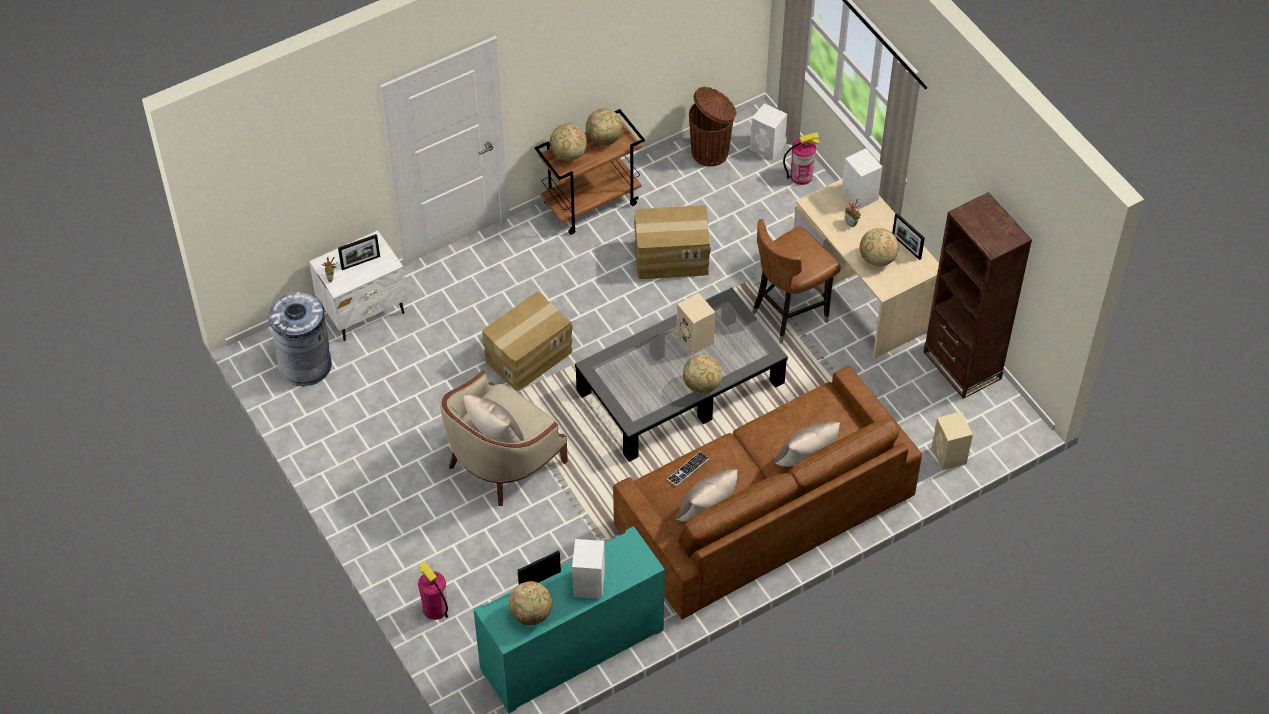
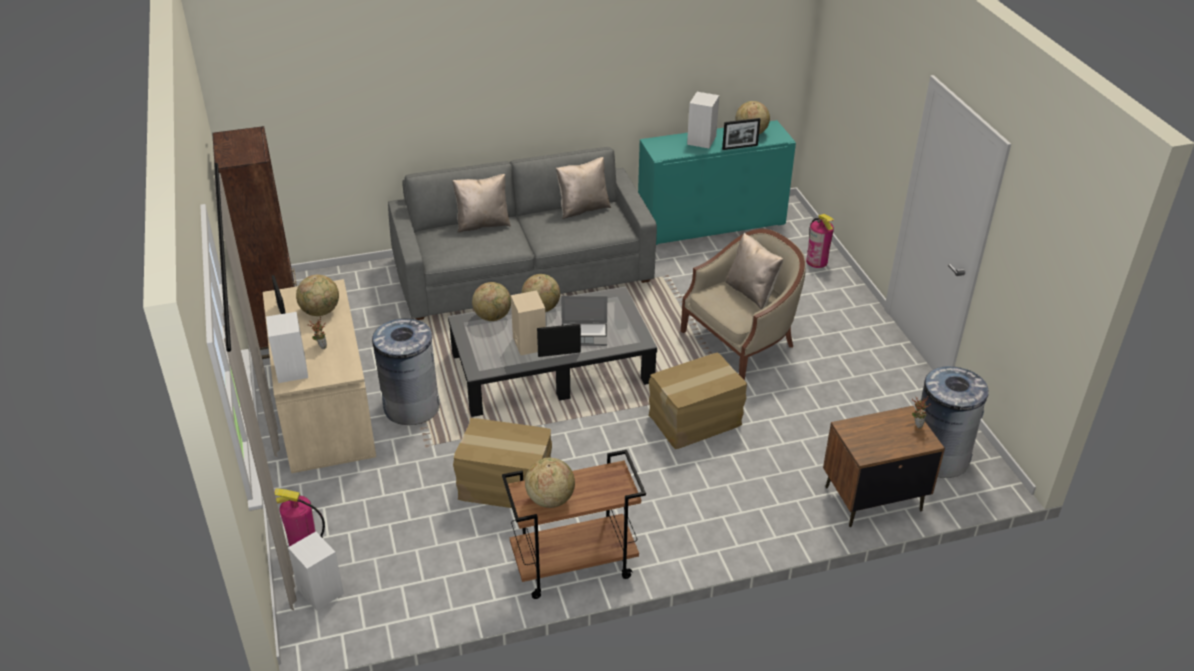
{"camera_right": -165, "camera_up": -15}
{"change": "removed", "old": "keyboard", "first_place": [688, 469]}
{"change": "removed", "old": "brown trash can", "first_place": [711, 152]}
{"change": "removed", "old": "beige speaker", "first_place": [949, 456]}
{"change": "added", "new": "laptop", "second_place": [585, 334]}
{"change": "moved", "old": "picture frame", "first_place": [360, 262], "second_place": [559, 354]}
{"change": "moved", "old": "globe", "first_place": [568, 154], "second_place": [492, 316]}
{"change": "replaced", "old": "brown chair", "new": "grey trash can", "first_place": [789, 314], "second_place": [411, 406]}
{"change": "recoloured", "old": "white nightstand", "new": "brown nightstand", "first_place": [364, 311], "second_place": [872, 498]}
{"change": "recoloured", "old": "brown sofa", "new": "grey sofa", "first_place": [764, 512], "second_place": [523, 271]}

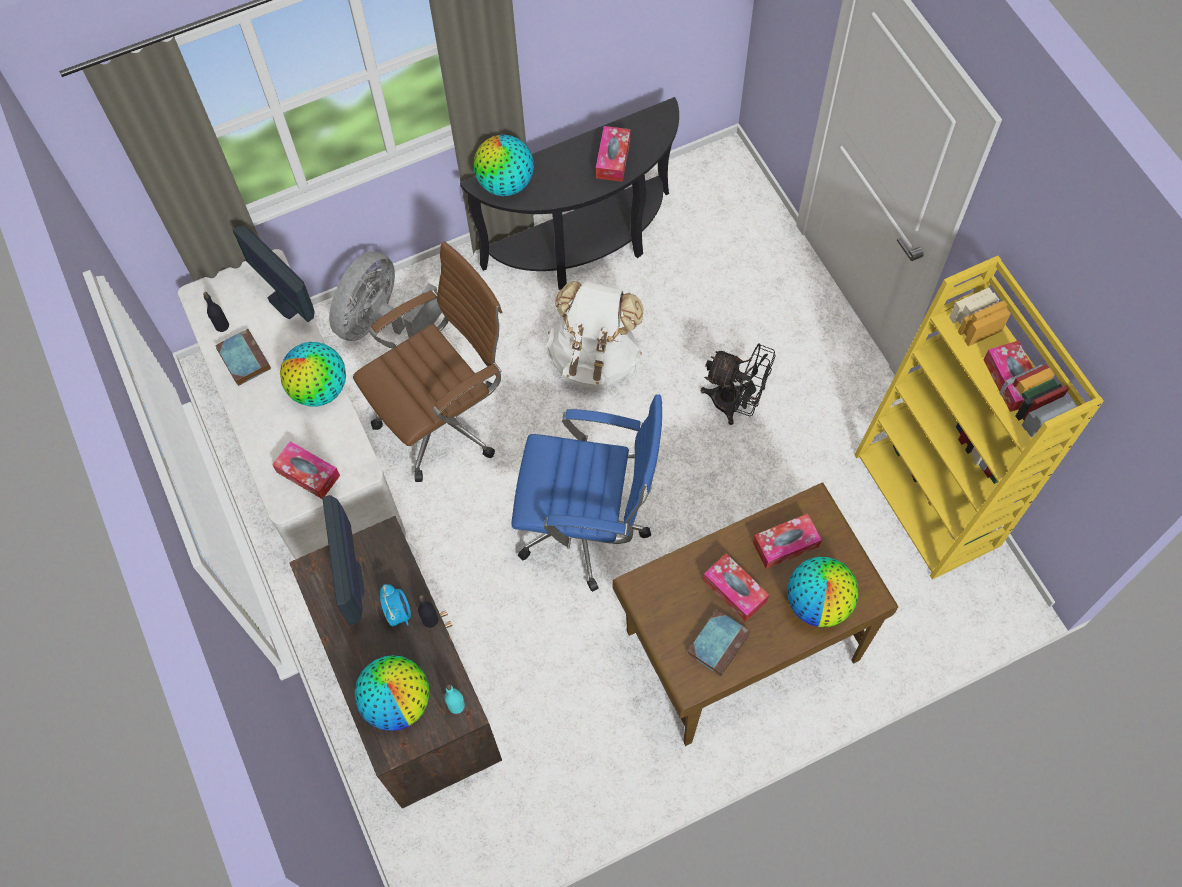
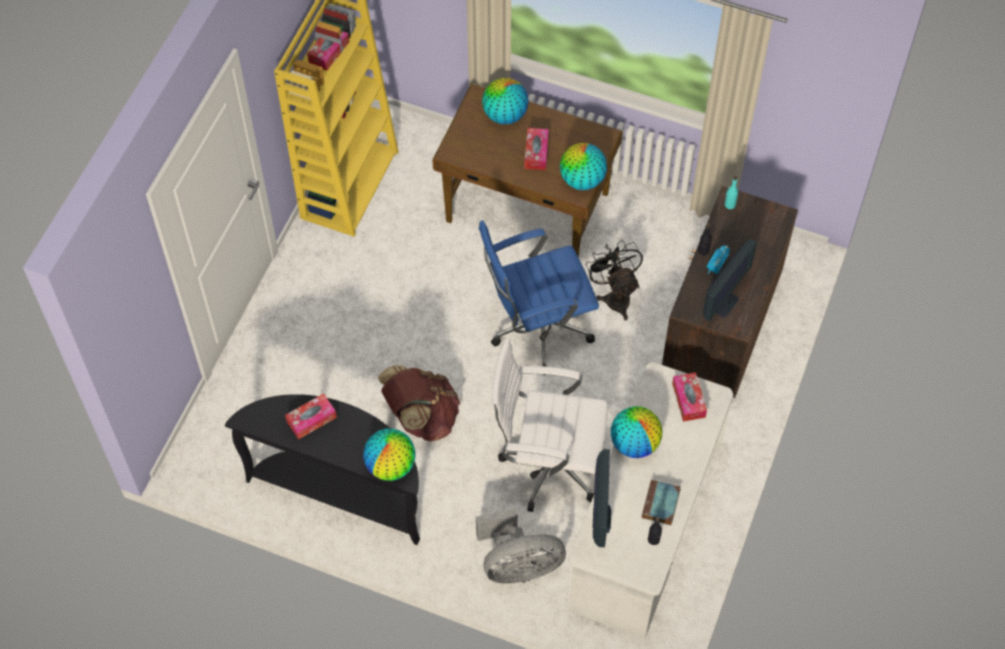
{"camera_right": -135, "camera_up": -5}
{"change": "removed", "old": "book", "first_place": [718, 642]}
{"change": "removed", "old": "tissue box", "first_place": [785, 544]}
{"change": "moved", "old": "globe", "first_place": [397, 701], "second_place": [582, 180]}
{"change": "moved", "old": "black fan", "first_place": [735, 403], "second_place": [615, 296]}
{"change": "recoloured", "old": "brown office chair", "new": "white office chair", "first_place": [445, 420], "second_place": [547, 465]}
{"change": "recoloured", "old": "white backpack", "new": "brown backpack", "first_place": [595, 359], "second_place": [421, 417]}
{"change": "turned", "old": "blue office chair", "first_place": [589, 528], "second_place": [536, 330], "degrees": -75}

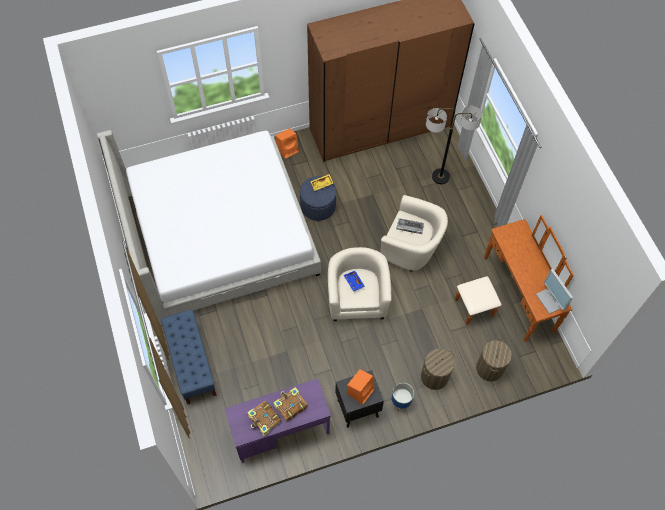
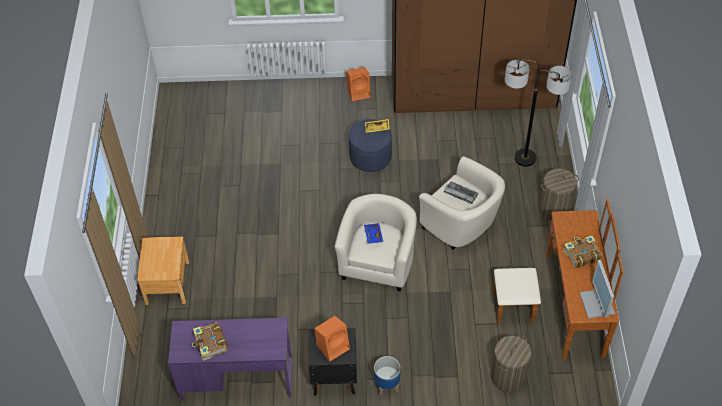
{"camera_right": 20, "camera_up": -10}
{"change": "removed", "old": "bed", "first_place": [218, 234]}
{"change": "moved", "old": "book", "first_place": [290, 406], "second_place": [581, 255]}
{"change": "moved", "old": "laundry basket", "first_place": [434, 376], "second_place": [554, 209]}
{"change": "replaced", "old": "blue bench", "new": "brown nightstand", "first_place": [191, 363], "second_place": [167, 282]}

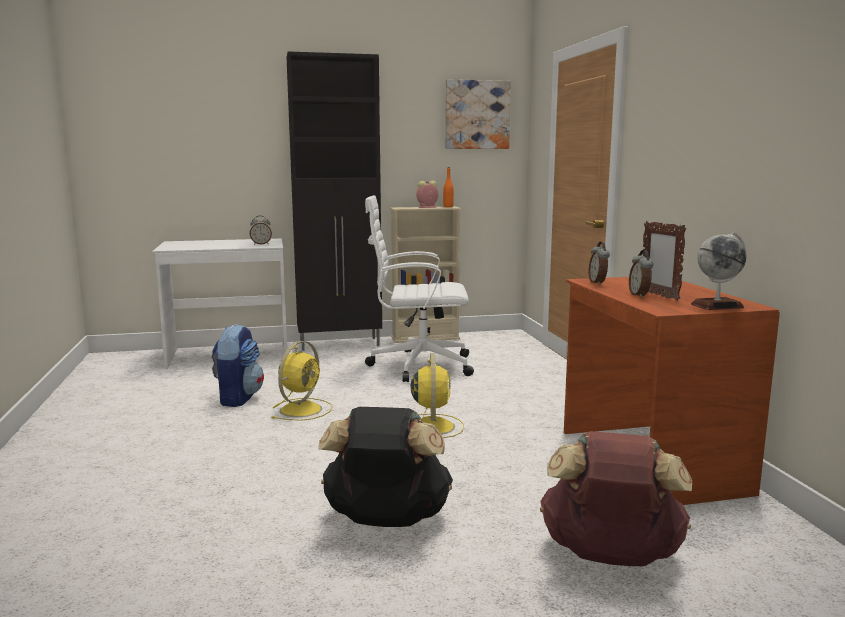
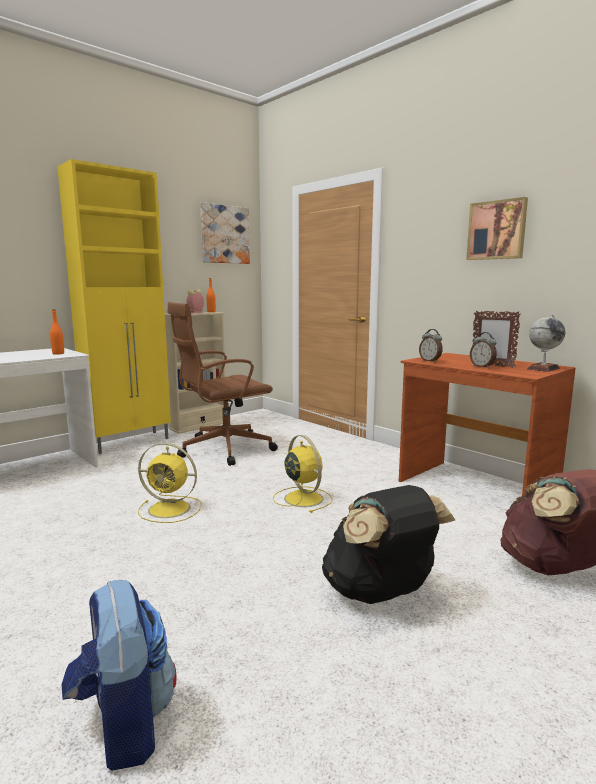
{"camera_right": -30, "camera_up": 0}
{"change": "added", "new": "picture", "second_place": [497, 230]}
{"change": "moved", "old": "backpack", "first_place": [238, 398], "second_place": [123, 724]}
{"change": "replaced", "old": "alarm clock", "new": "orange bottle", "first_place": [261, 244], "second_place": [58, 353]}
{"change": "recoloured", "old": "black cabinet", "new": "yellow cabinet", "first_place": [340, 344], "second_place": [130, 442]}
{"change": "recoloured", "old": "white office chair", "new": "brown office chair", "first_place": [418, 365], "second_place": [223, 449]}
{"change": "turned", "old": "yellow fan", "first_place": [302, 409], "second_place": [171, 509], "degrees": 105}

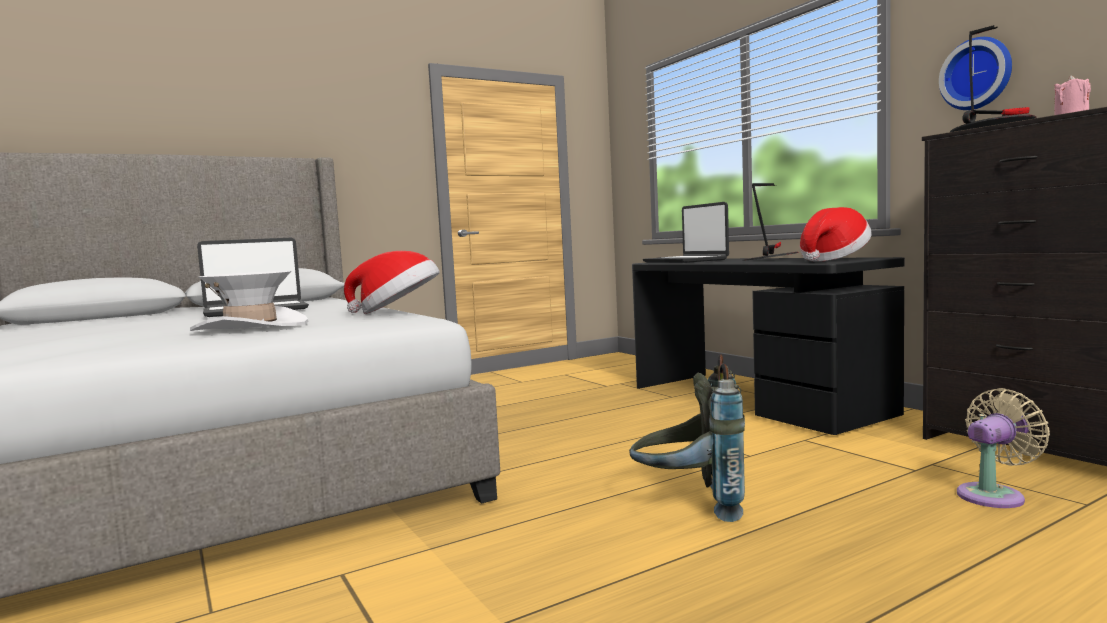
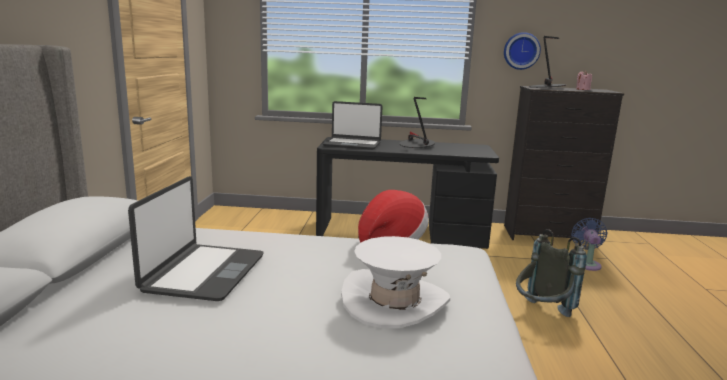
{"camera_right": -55, "camera_up": 10}
{"change": "removed", "old": "hat", "first_place": [833, 260]}
{"change": "recoloured", "old": "beige fan", "new": "blue fan", "first_place": [994, 495], "second_place": [586, 264]}

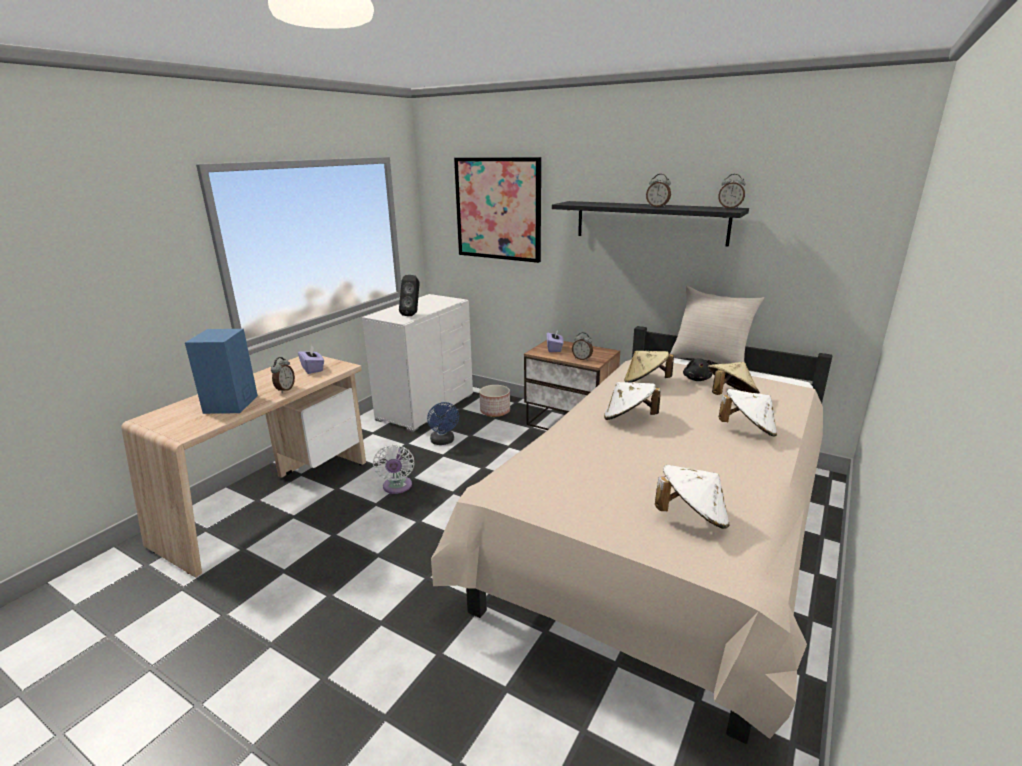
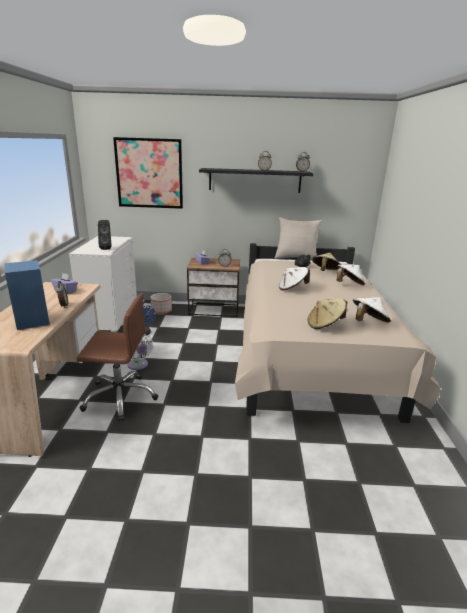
{"camera_right": -30, "camera_up": 0}
{"change": "added", "new": "brown office chair", "second_place": [120, 397]}
{"change": "moved", "old": "beige hat", "first_place": [645, 382], "second_place": [325, 325]}

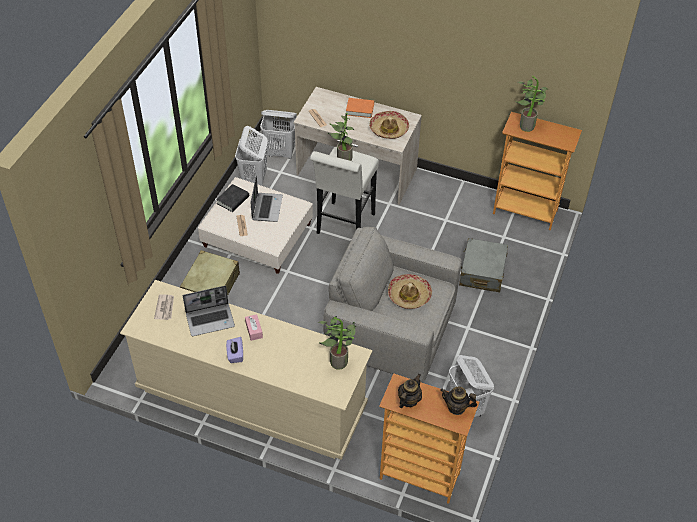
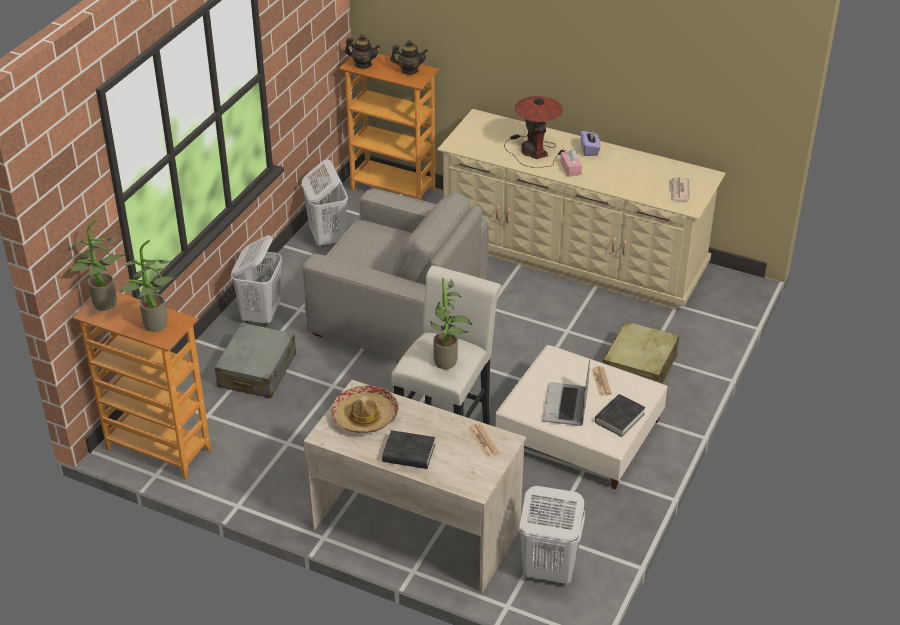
{"camera_right": -175, "camera_up": -10}
{"change": "removed", "old": "laptop", "first_place": [210, 320]}
{"change": "removed", "old": "hat", "first_place": [409, 295]}
{"change": "added", "new": "table lamp", "second_place": [534, 150]}
{"change": "moved", "old": "white laundry basket", "first_place": [254, 180], "second_place": [261, 314]}
{"change": "moved", "old": "potted plant", "first_place": [339, 360], "second_place": [103, 306]}
{"change": "recoloured", "old": "orange book", "new": "black book", "first_place": [360, 109], "second_place": [409, 453]}
{"change": "turned", "old": "teapot", "first_place": [408, 400], "second_place": [409, 70], "degrees": -120}

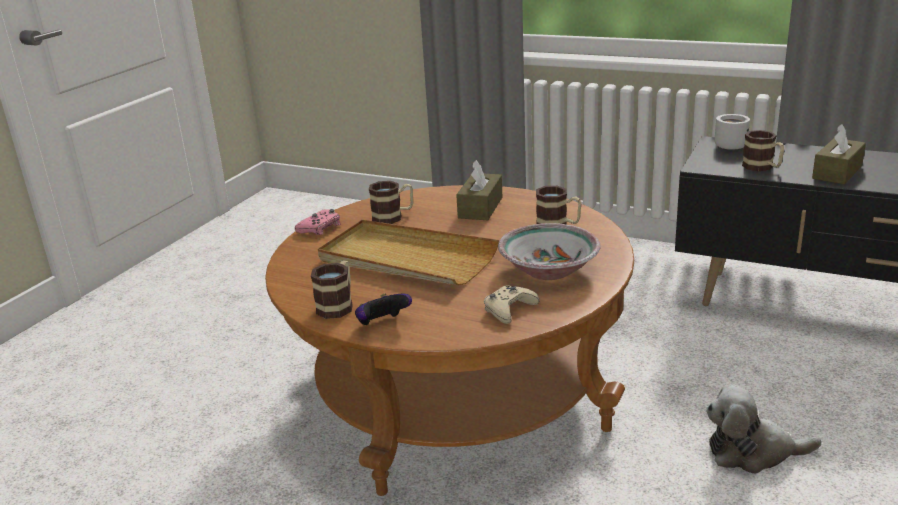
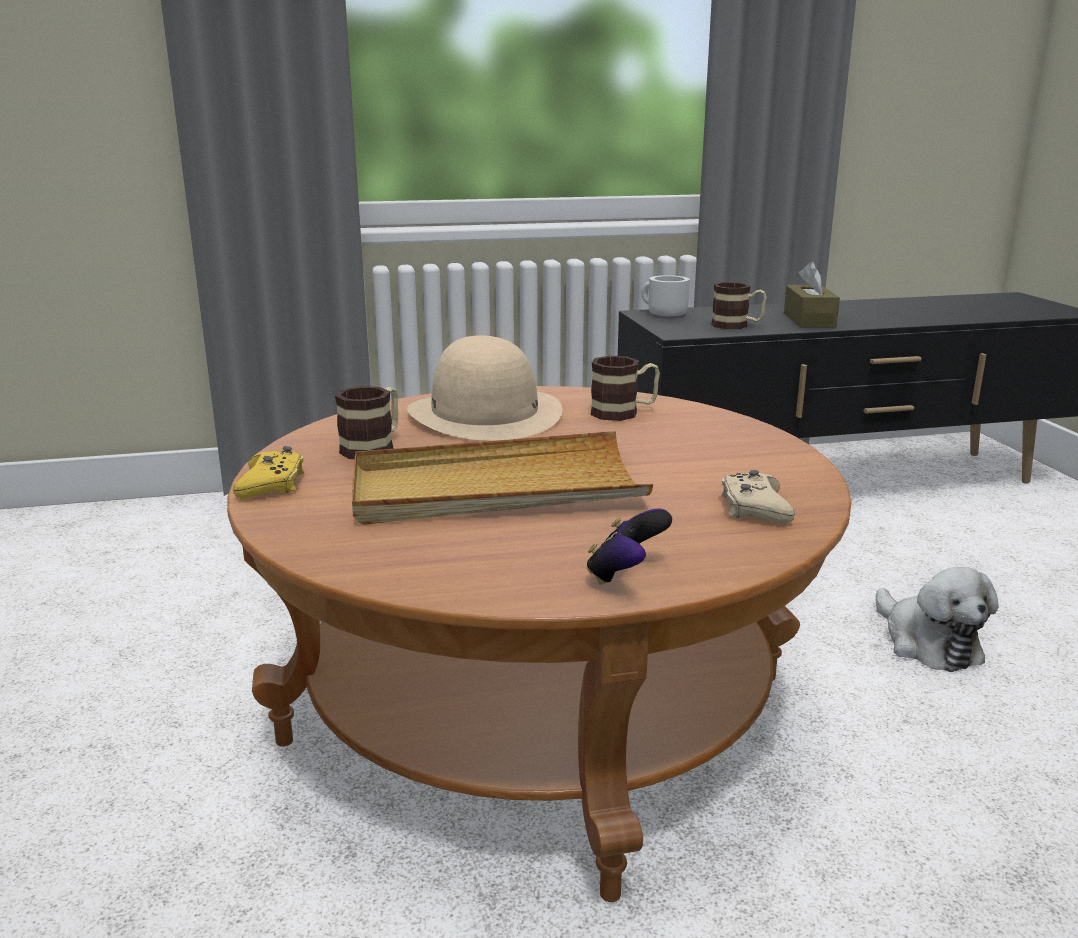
{"camera_right": -40, "camera_up": -5}
{"change": "removed", "old": "mug", "first_place": [338, 305]}
{"change": "removed", "old": "bowl", "first_place": [547, 269]}
{"change": "replaced", "old": "brown tissue box", "new": "beige hat", "first_place": [480, 208], "second_place": [485, 414]}
{"change": "recoloured", "old": "pink game controller", "new": "yellow game controller", "first_place": [320, 228], "second_place": [272, 484]}
{"change": "turned", "old": "plush toy", "first_place": [752, 452], "second_place": [927, 643], "degrees": -75}

